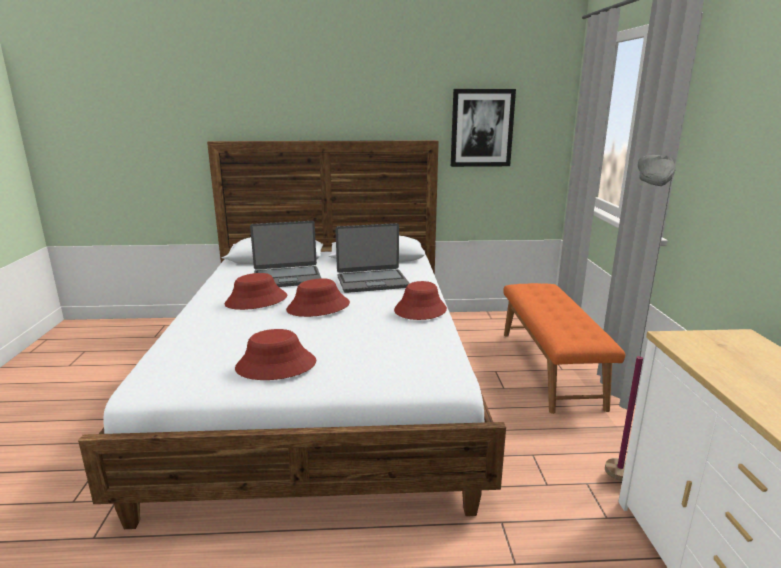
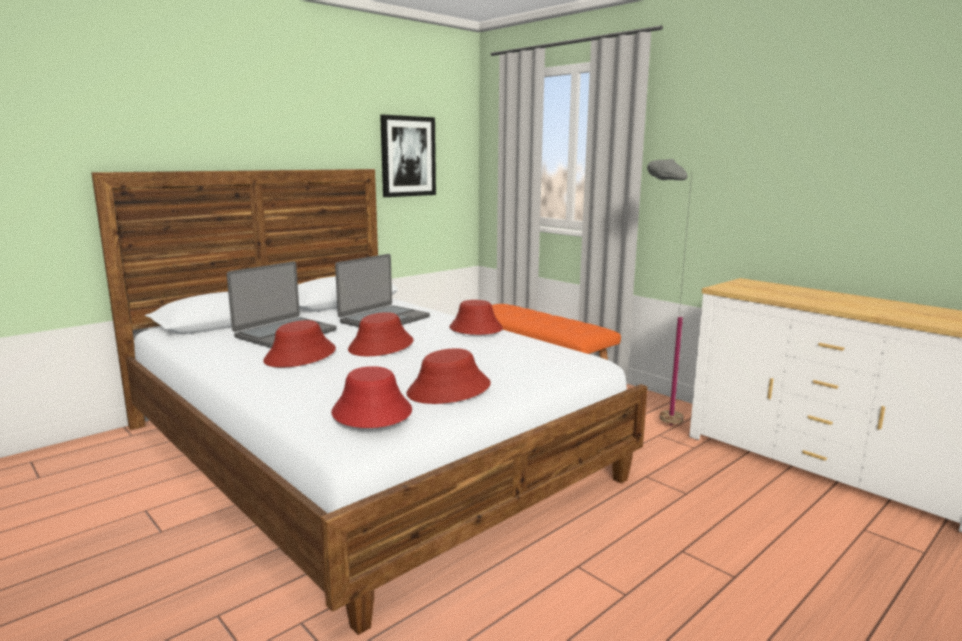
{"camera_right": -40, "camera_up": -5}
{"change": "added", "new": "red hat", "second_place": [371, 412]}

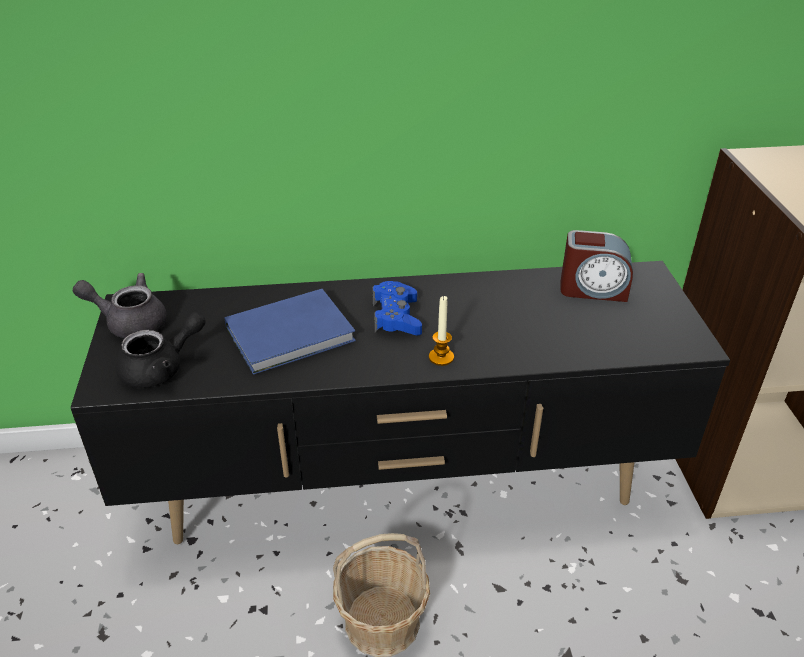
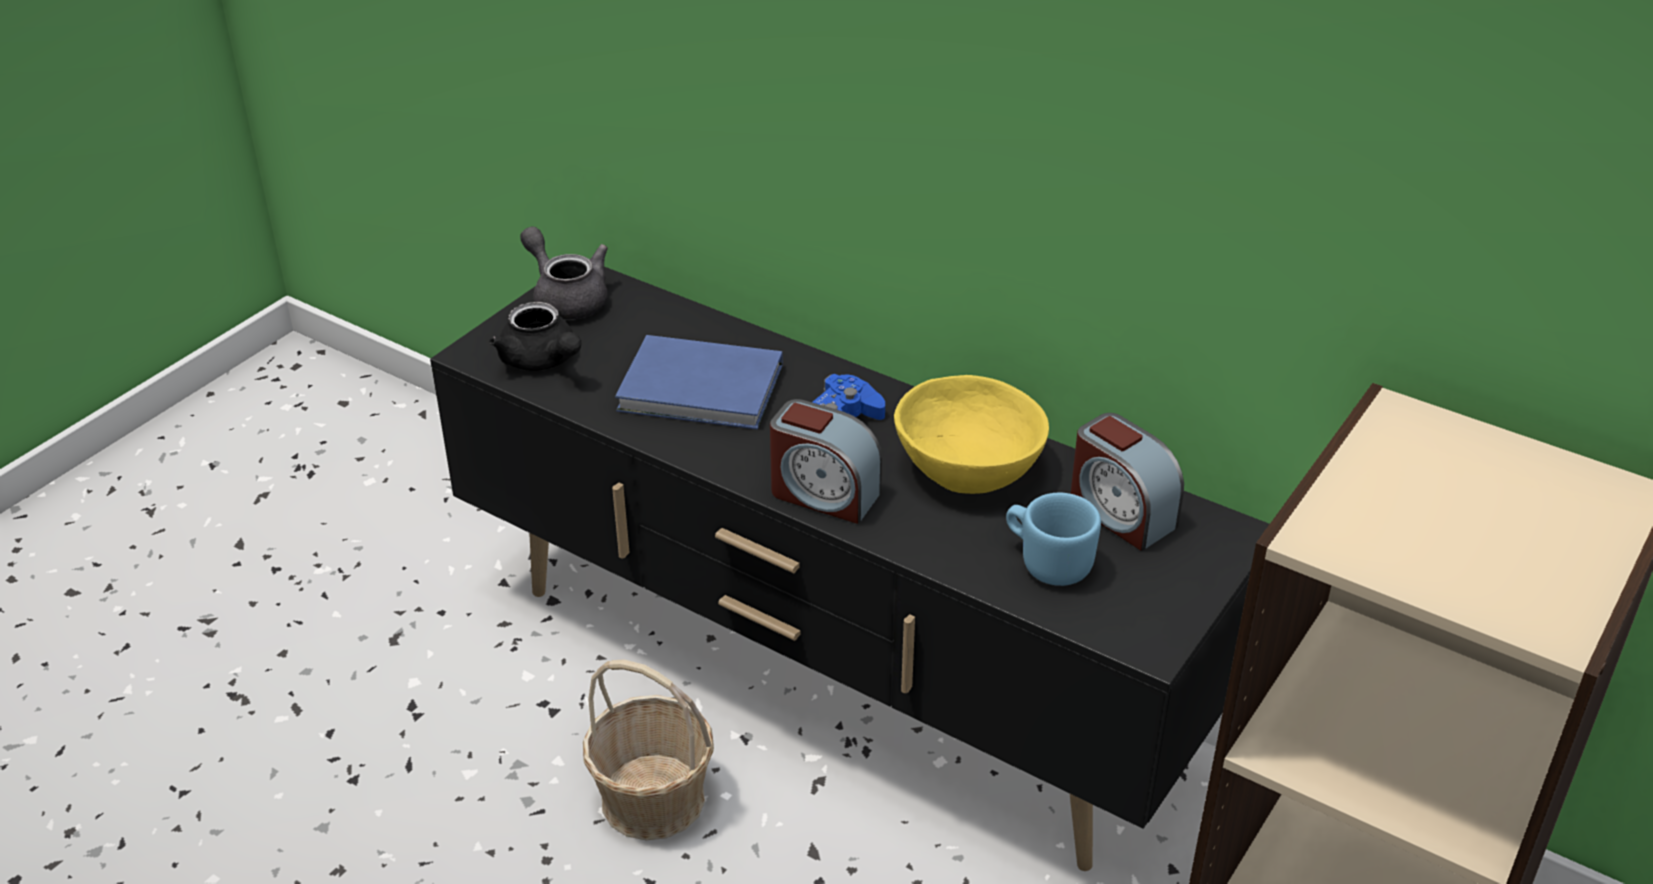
{"camera_right": 40, "camera_up": 0}
{"change": "added", "new": "yellow bowl", "second_place": [967, 469]}
{"change": "added", "new": "blue mug", "second_place": [1047, 562]}
{"change": "replaced", "old": "candle", "new": "alarm clock", "first_place": [441, 357], "second_place": [823, 494]}
{"change": "turned", "old": "black teapot", "first_place": [161, 368], "second_place": [542, 361], "degrees": 45}

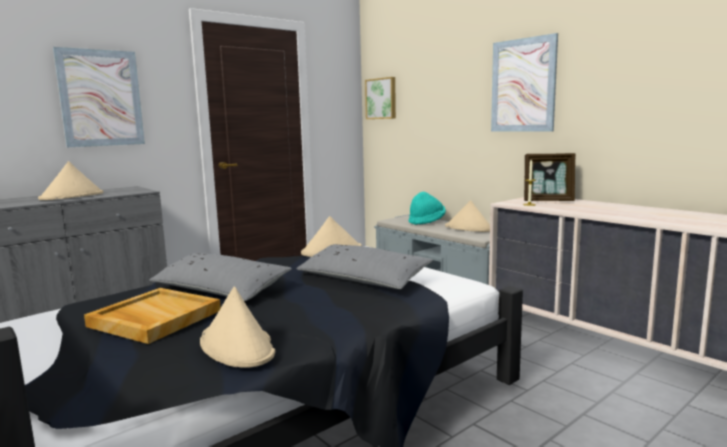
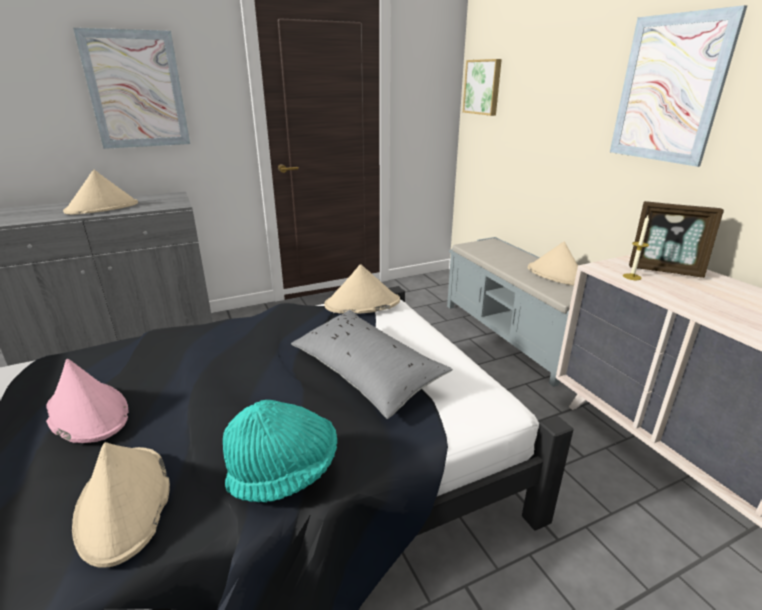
{"camera_right": 15, "camera_up": 15}
{"change": "removed", "old": "grey pillow", "first_place": [220, 290]}
{"change": "moved", "old": "turquoise hat", "first_place": [426, 222], "second_place": [284, 472]}
{"change": "replaced", "old": "beige tray", "new": "pink hat", "first_place": [154, 318], "second_place": [87, 412]}

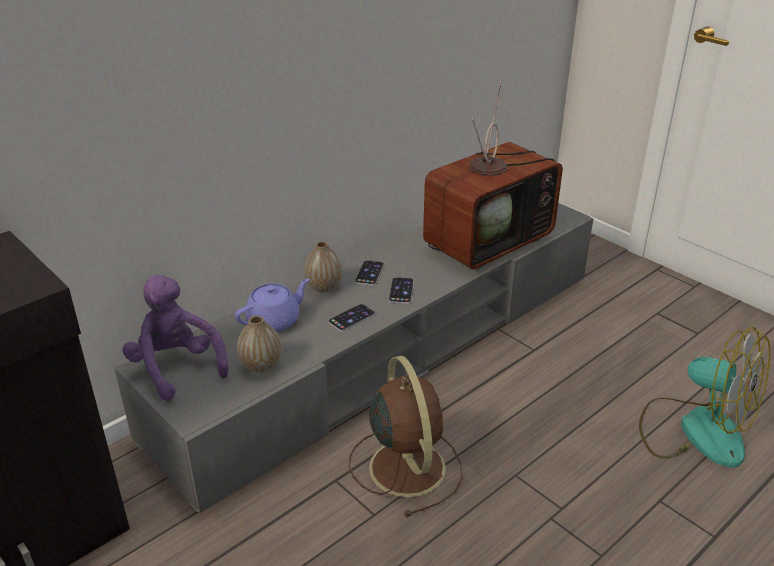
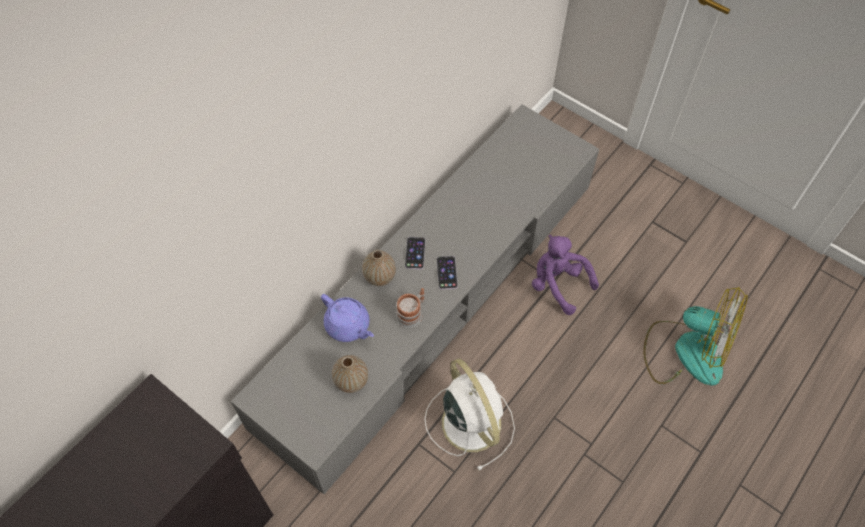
{"camera_right": -10, "camera_up": 25}
{"change": "removed", "old": "television", "first_place": [488, 241]}
{"change": "moved", "old": "purple plush toy", "first_place": [176, 367], "second_place": [558, 284]}
{"change": "replaced", "old": "phone", "new": "mug", "first_place": [351, 318], "second_place": [412, 313]}
{"change": "recoloured", "old": "brown fan", "new": "white fan", "first_place": [406, 465], "second_place": [469, 421]}
{"change": "turned", "old": "purple teapot", "first_place": [275, 321], "second_place": [348, 326], "degrees": 90}

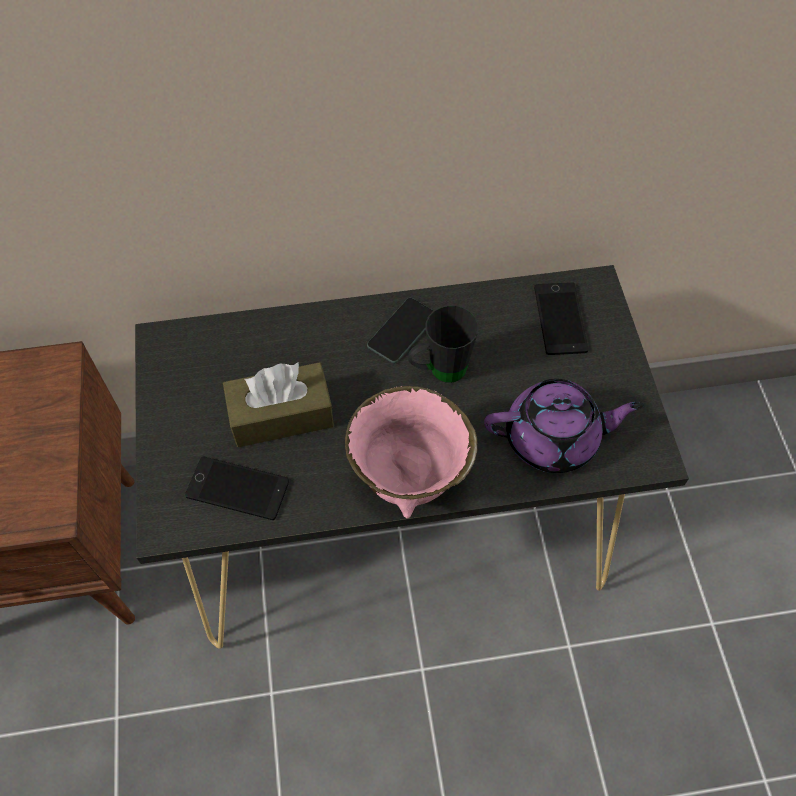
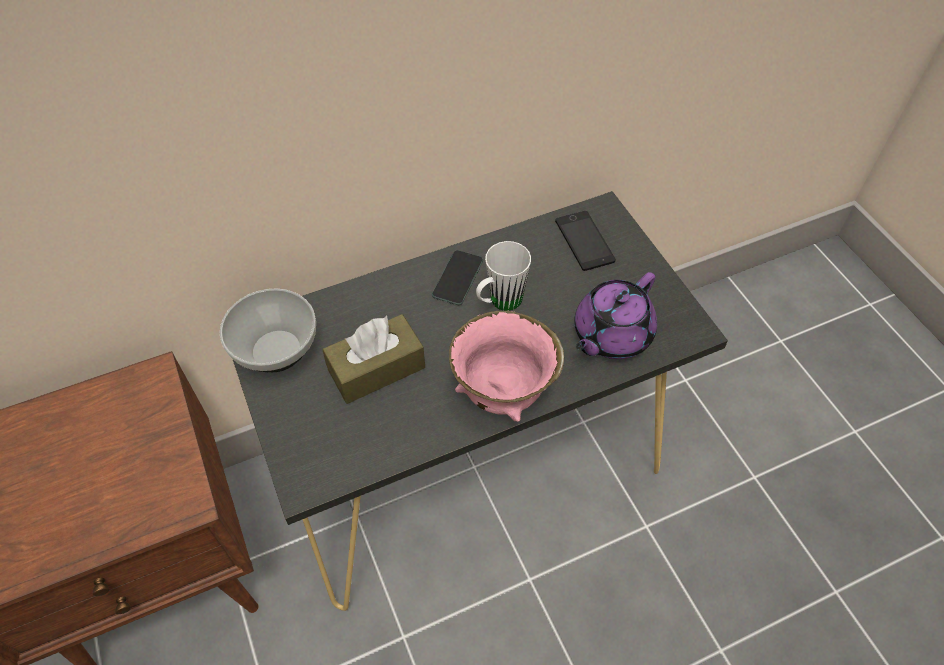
{"camera_right": -15, "camera_up": -5}
{"change": "removed", "old": "phone", "first_place": [237, 488]}
{"change": "added", "new": "bowl", "second_place": [275, 351]}
{"change": "recoloured", "old": "black mug", "new": "white mug", "first_place": [439, 371], "second_place": [499, 303]}
{"change": "turned", "old": "purple teapot", "first_place": [553, 438], "second_place": [611, 334], "degrees": 150}

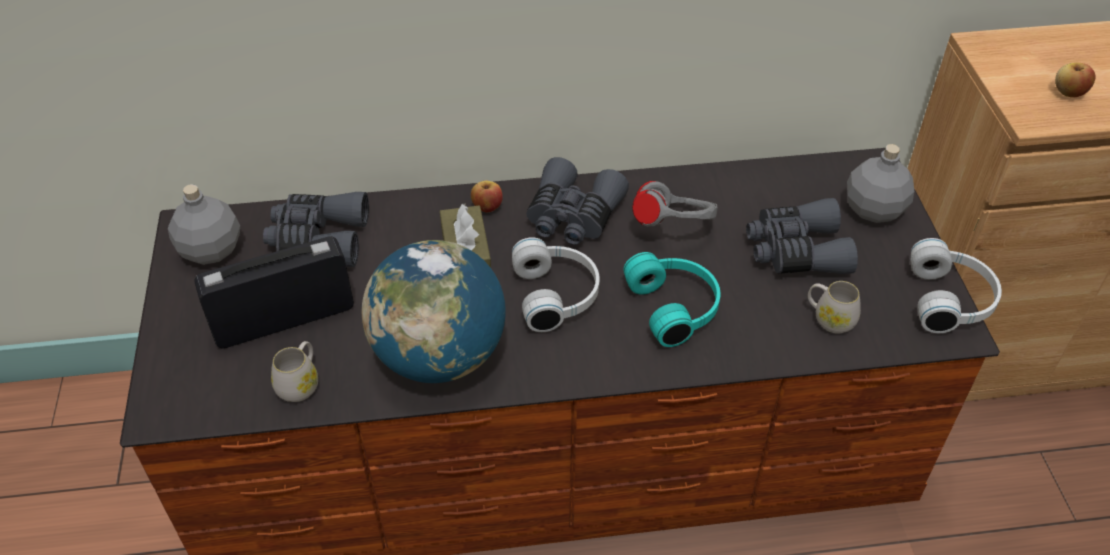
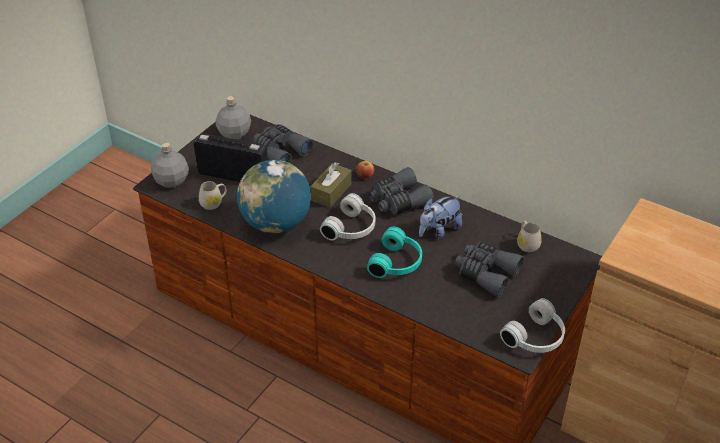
{"camera_right": 40, "camera_up": -5}
{"change": "removed", "old": "apple", "first_place": [1068, 92]}
{"change": "moved", "old": "white mug", "first_place": [829, 318], "second_place": [527, 244]}
{"change": "moved", "old": "grey bottle", "first_place": [874, 210], "second_place": [171, 181]}
{"change": "replaced", "old": "grey headphones", "new": "plush toy", "first_place": [673, 227], "second_place": [439, 230]}

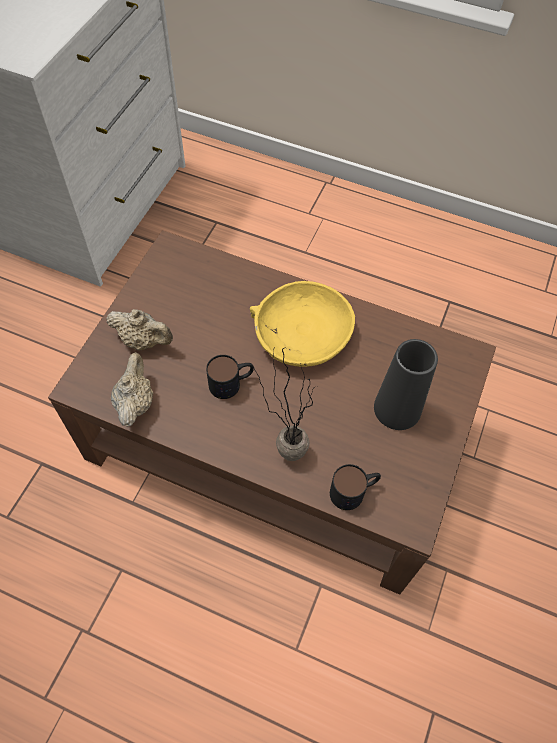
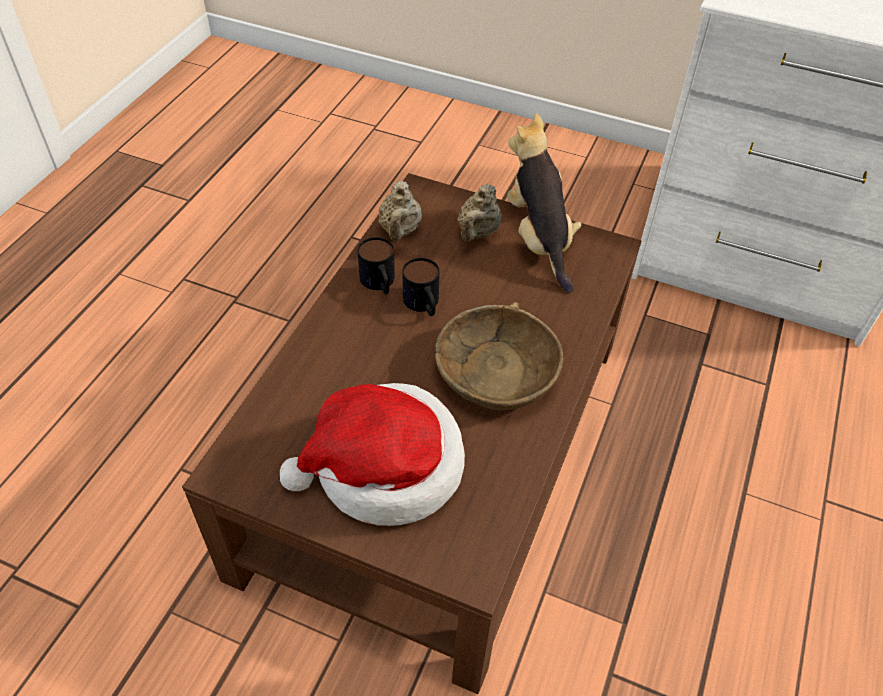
{"camera_right": 90, "camera_up": -10}
{"change": "removed", "old": "potted plant", "first_place": [282, 449]}
{"change": "added", "new": "plush toy", "second_place": [539, 239]}
{"change": "moved", "old": "mug", "first_place": [354, 491], "second_place": [379, 283]}
{"change": "replaced", "old": "black vase", "new": "hat", "first_place": [397, 408], "second_place": [384, 468]}
{"change": "recoloured", "old": "yellow bowl", "new": "brown bowl", "first_place": [302, 334], "second_place": [496, 371]}
{"change": "turned", "old": "beige teapot", "first_place": [135, 402], "second_place": [400, 230], "degrees": 90}

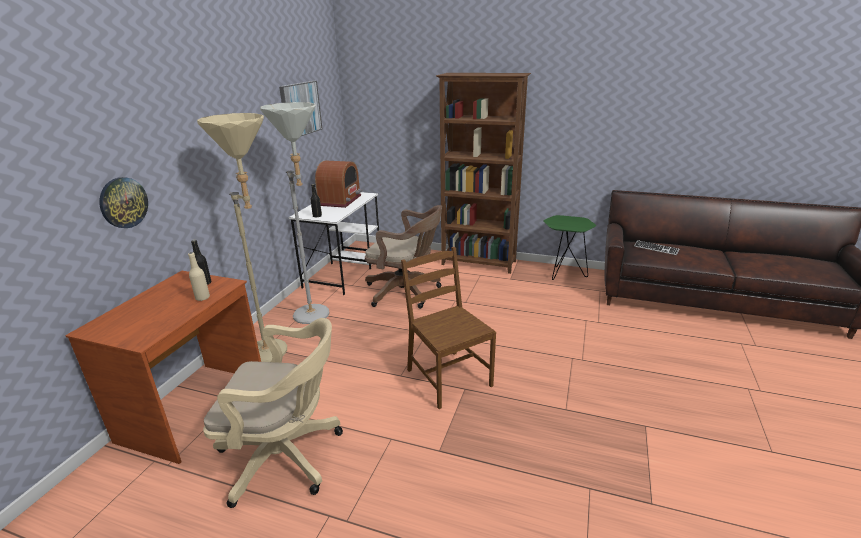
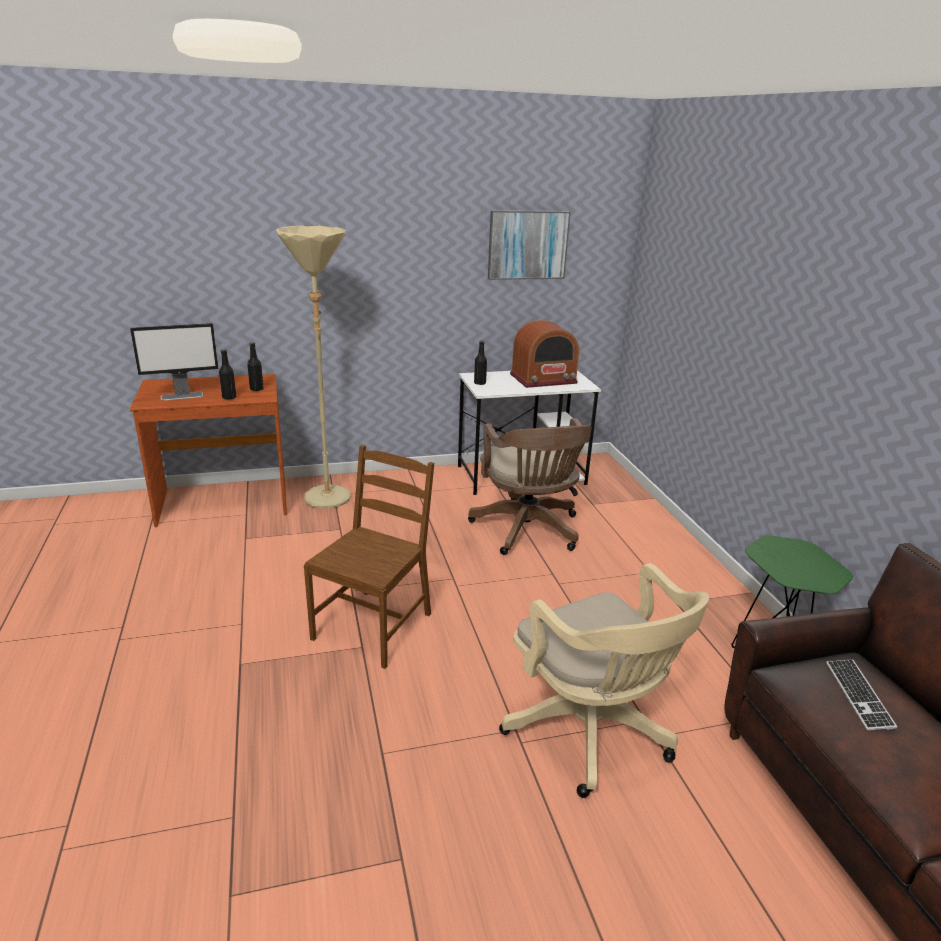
{"camera_right": 55, "camera_up": 0}
{"change": "removed", "old": "wall clock", "first_place": [123, 202]}
{"change": "removed", "old": "grey floor lamp", "first_place": [316, 317]}
{"change": "removed", "old": "brown bookcase", "first_place": [479, 263]}
{"change": "added", "new": "monitor", "second_place": [182, 396]}
{"change": "moved", "old": "beige office chair", "first_place": [287, 457], "second_place": [592, 733]}
{"change": "recoloured", "old": "beige bottle", "new": "black bottle", "first_place": [202, 298], "second_place": [229, 397]}

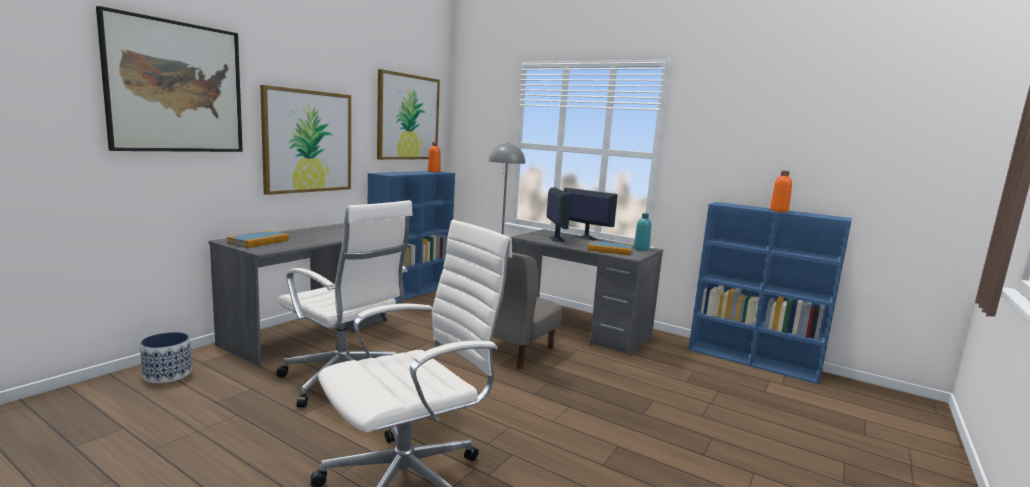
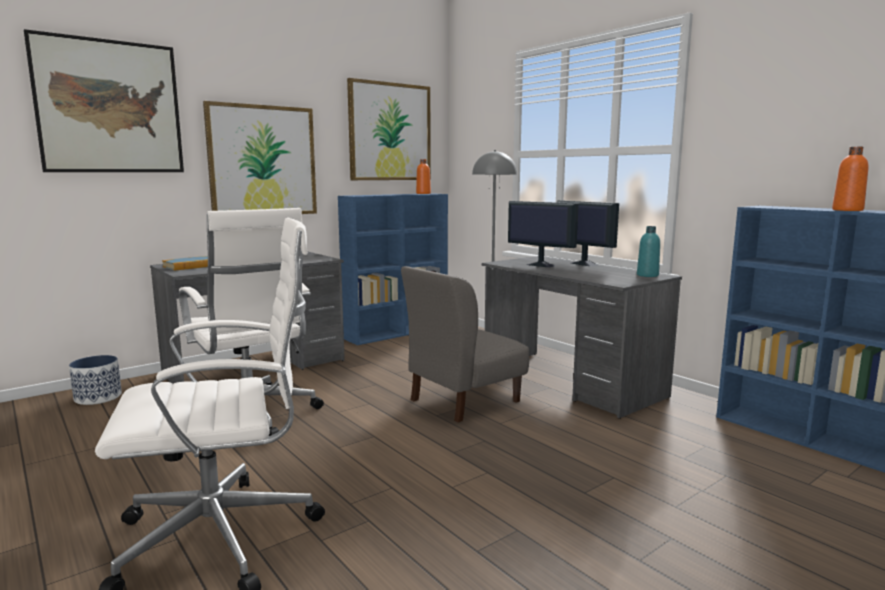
{"camera_right": 20, "camera_up": 0}
{"change": "removed", "old": "book", "first_place": [609, 250]}
{"change": "turned", "old": "monitor", "first_place": [556, 239], "second_place": [540, 265], "degrees": -60}

